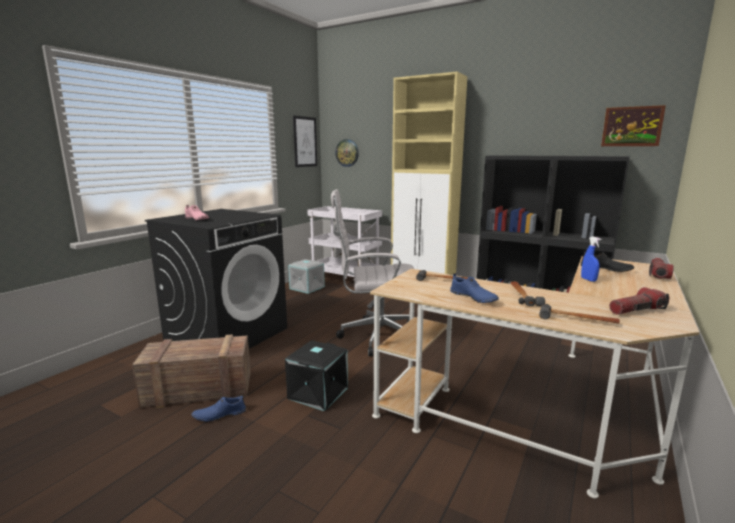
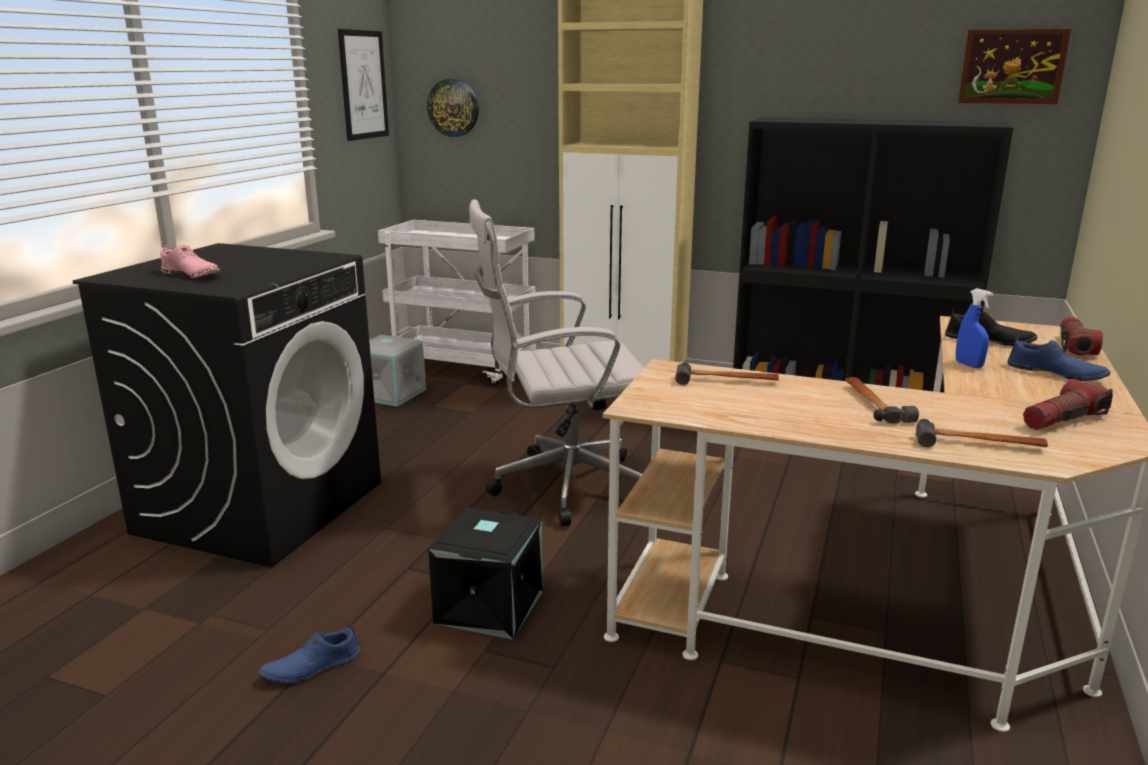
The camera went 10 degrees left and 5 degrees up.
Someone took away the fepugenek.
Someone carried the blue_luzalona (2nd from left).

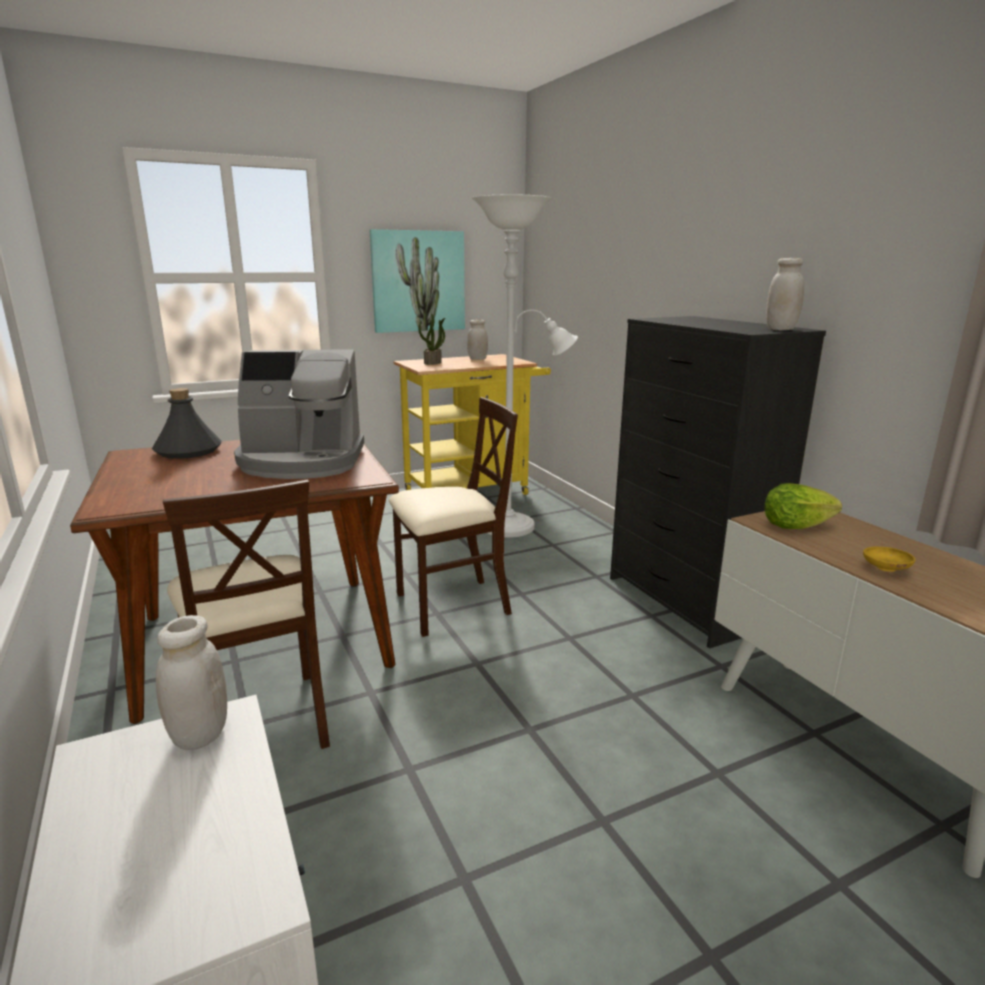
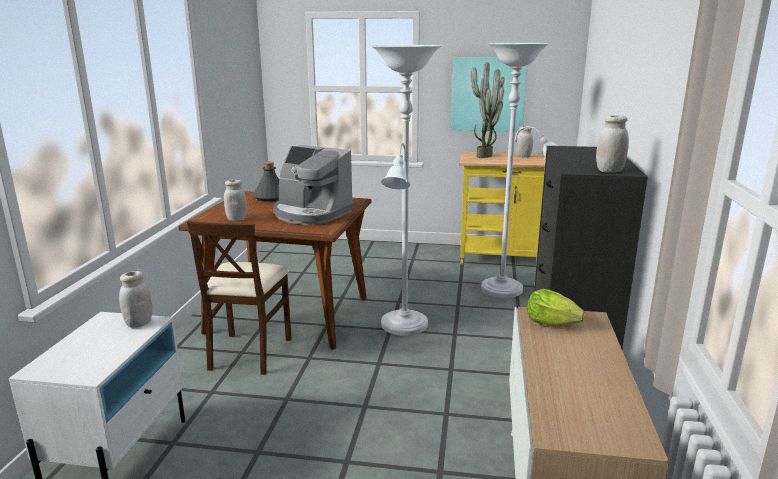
The camera went 35 degrees right and 0 degrees up.
Someone took away the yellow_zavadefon.
Someone put down the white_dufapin (2nd from left).
Someone swapped the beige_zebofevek (2nd from left) for the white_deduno (1st from left).

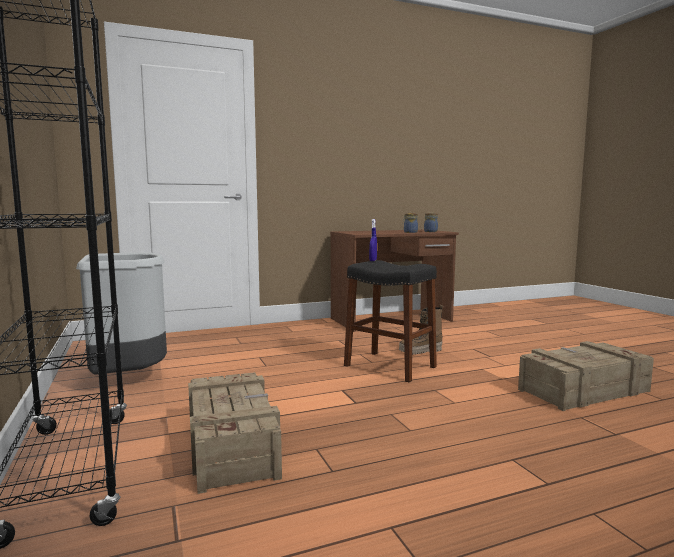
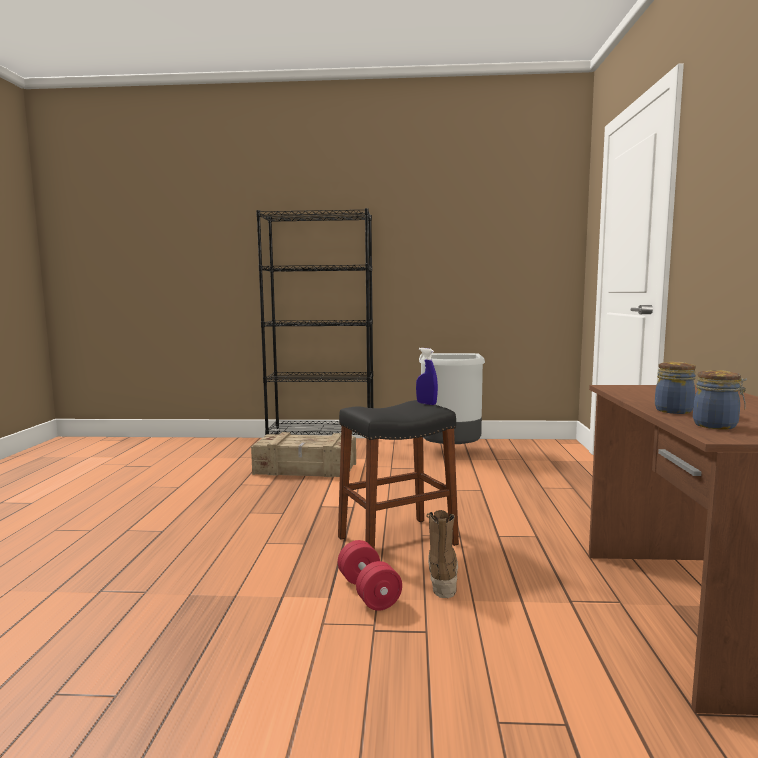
The camera went 115 degrees right and 0 degrees up.
Someone took away the fepugenek (2nd from left).
Someone put down the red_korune.

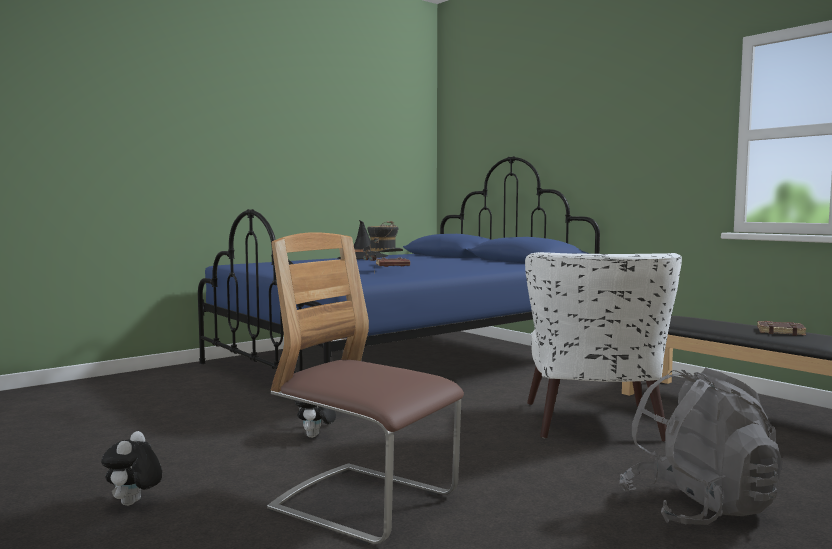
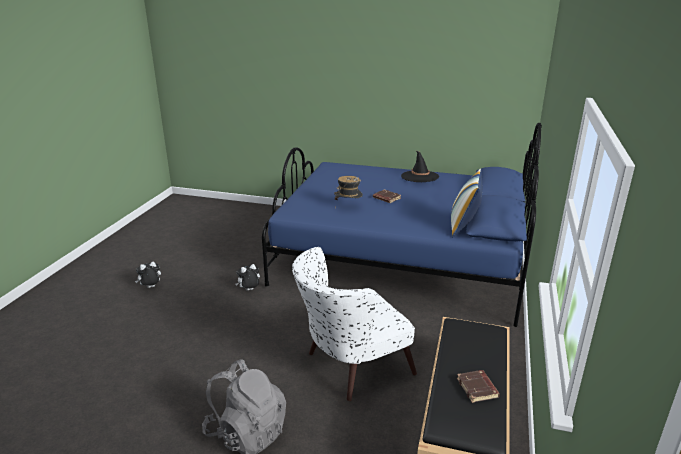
The camera went 55 degrees right and 20 degrees up.
Someone took away the zebofevek.
Someone put down the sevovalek.

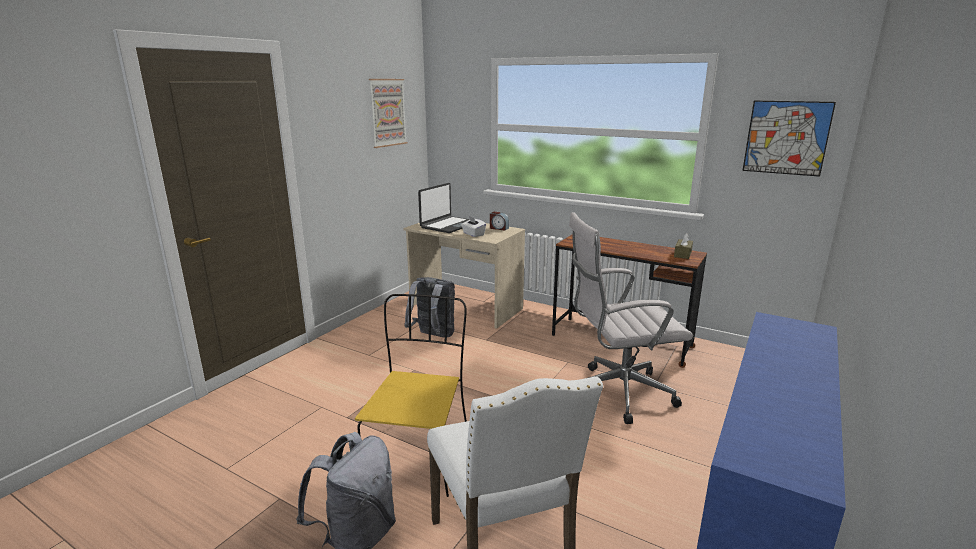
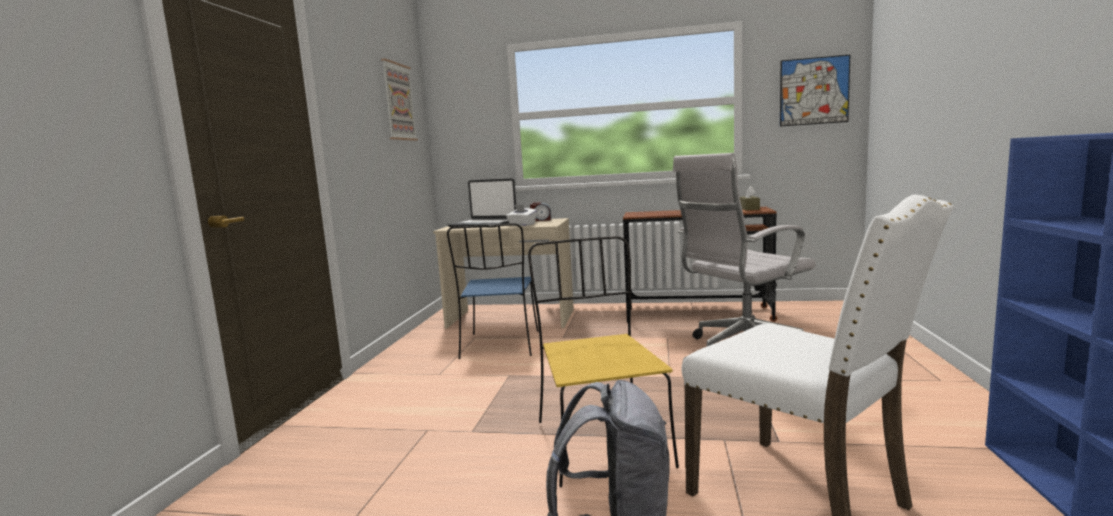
The camera went 20 degrees left and 10 degrees down.
Someone swapped the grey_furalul (2nd from left) for the blue_zebofevek.
Someone rotated the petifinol by 105 degrees clockwise.

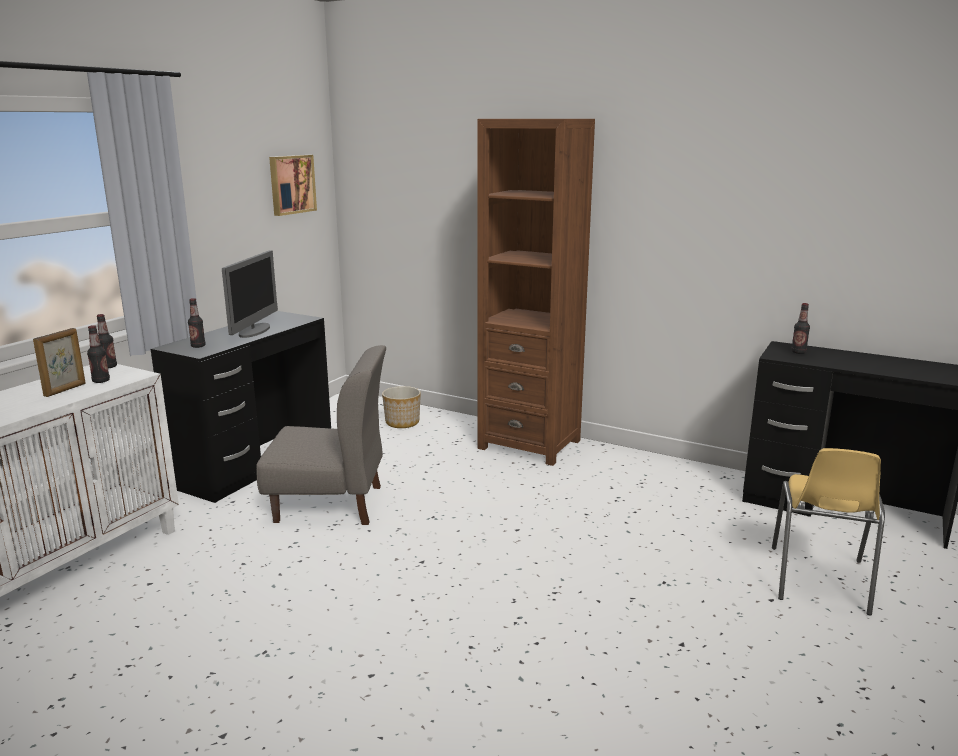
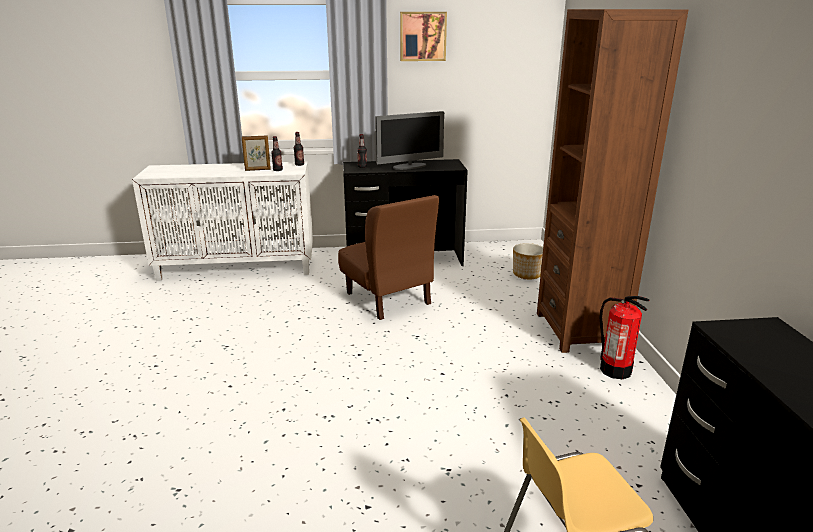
The camera went 55 degrees right and 5 degrees up.
Someone took away the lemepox (4th from left).
Someone put down the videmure.
Someone carried the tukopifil.
Someone repainted the grey_zebofevek, which became the brown_zebofevek.

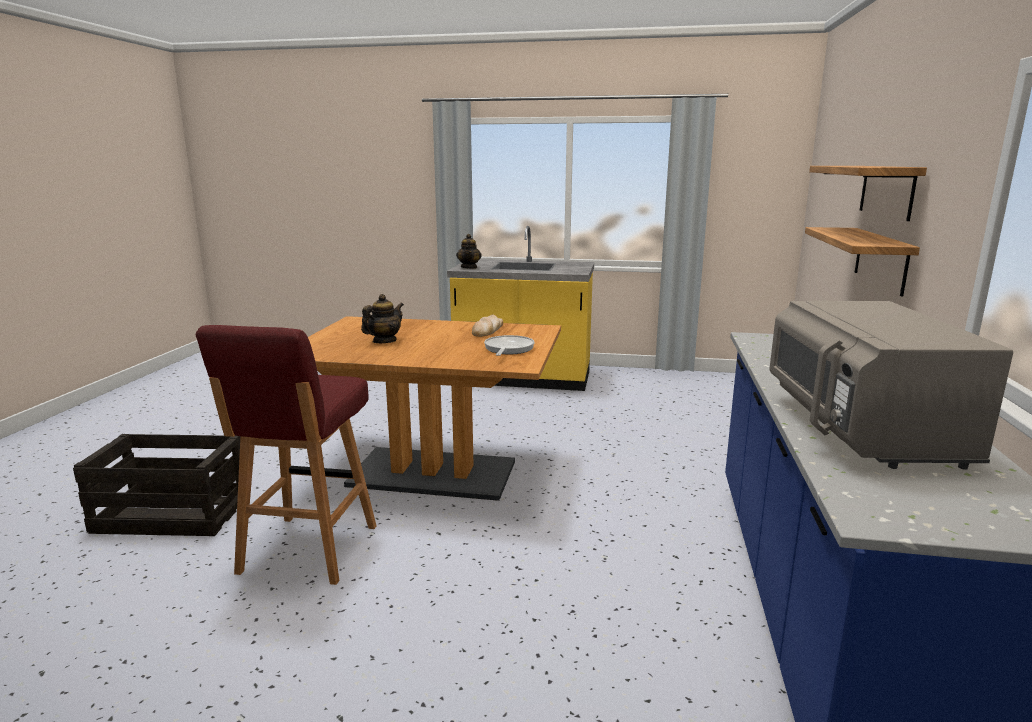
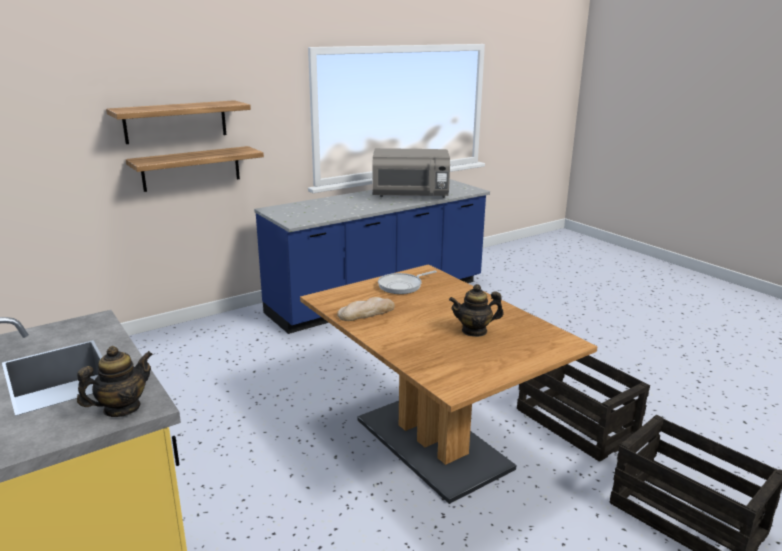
The camera went 135 degrees left and 5 degrees up.
Someone swapped the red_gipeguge for the fepugenek (1st from left).
Someone rotated the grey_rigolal by 45 degrees clockwise.

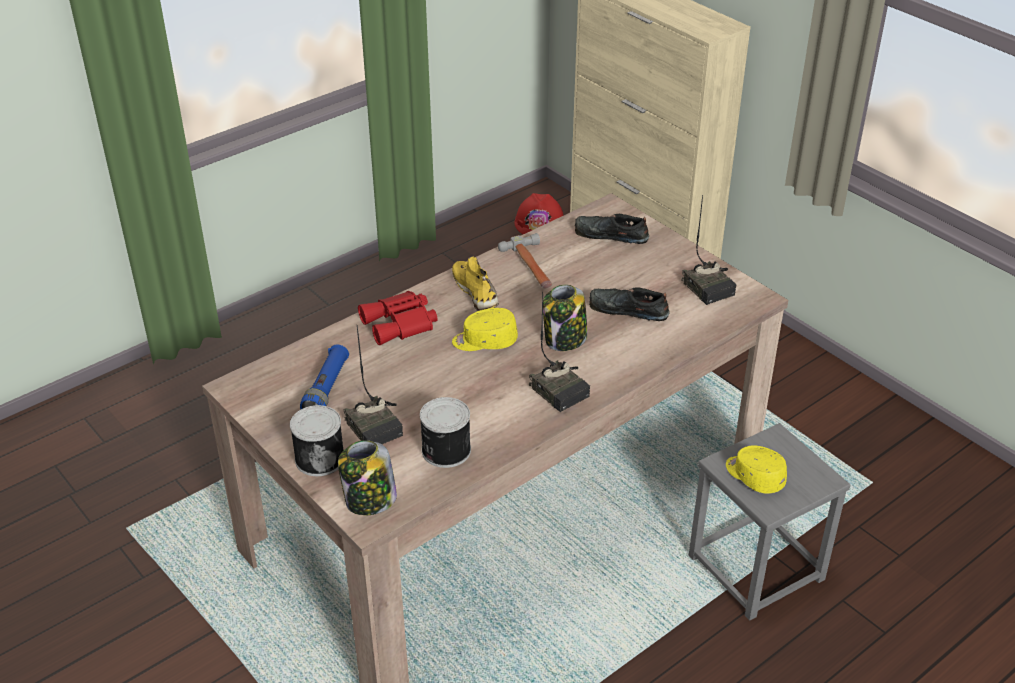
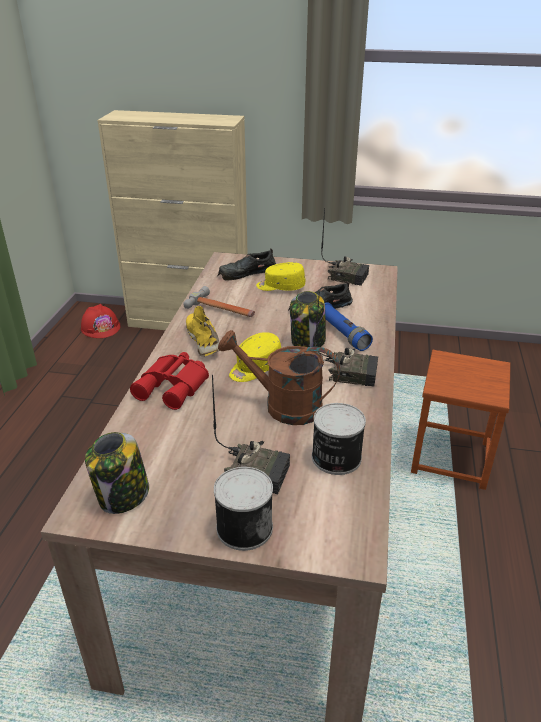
The camera went 40 degrees left and 5 degrees down.
Someone put down the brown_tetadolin.
Someone carried the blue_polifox.
Someone carried the dufapin (1st from left).
Someone carried the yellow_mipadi (2nd from left).
Someone repainted the grey_gipeguge, which became the brown_gipeguge.
Someone rotated the yellow_luzalona by 45 degrees clockwise.

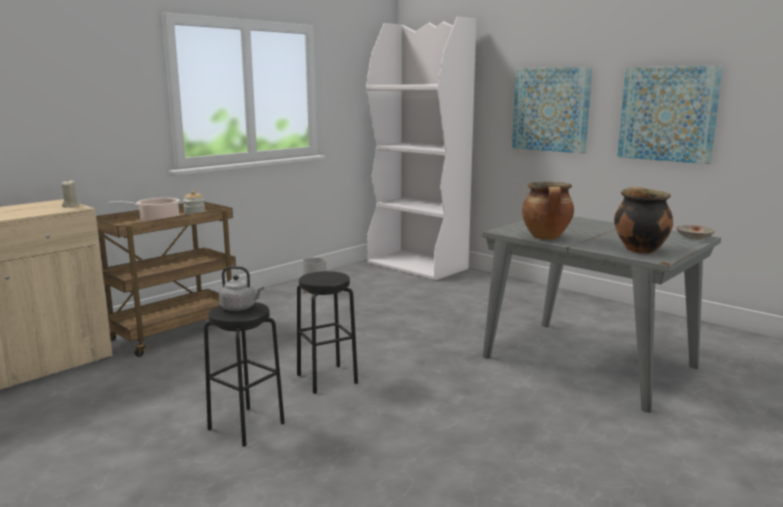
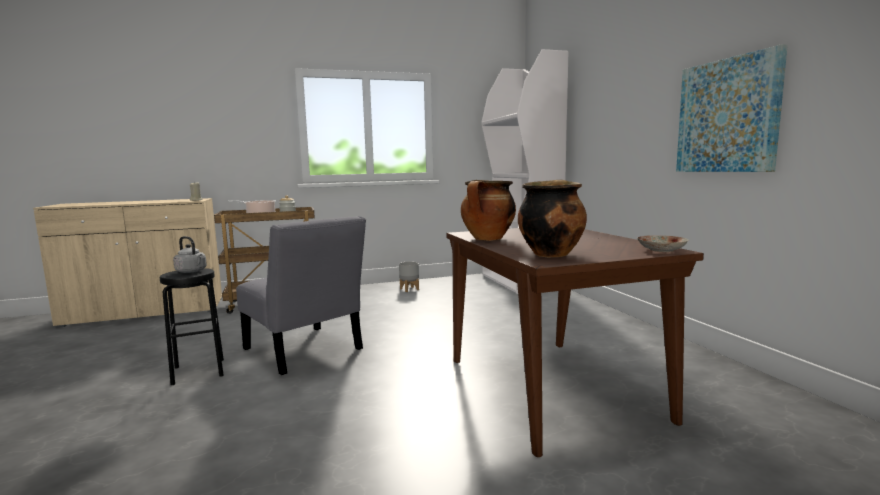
The camera went 30 degrees right and 5 degrees down.
Someone took away the tukopifil (1st from left).
Someone swapped the black_gipeguge (2nd from left) for the grey_zebofevek.
Someone repainted the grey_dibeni, which became the brown_dibeni.

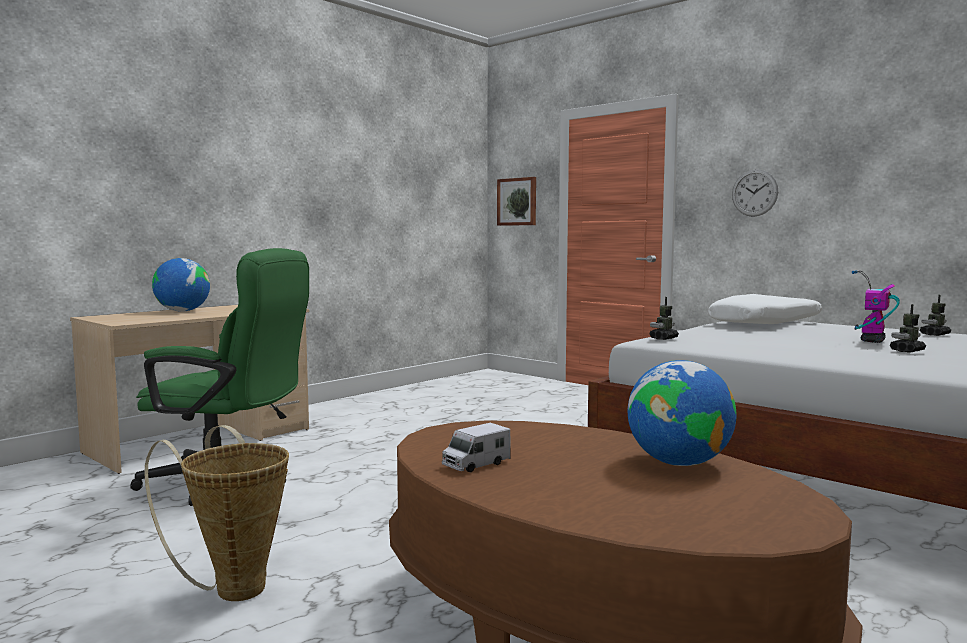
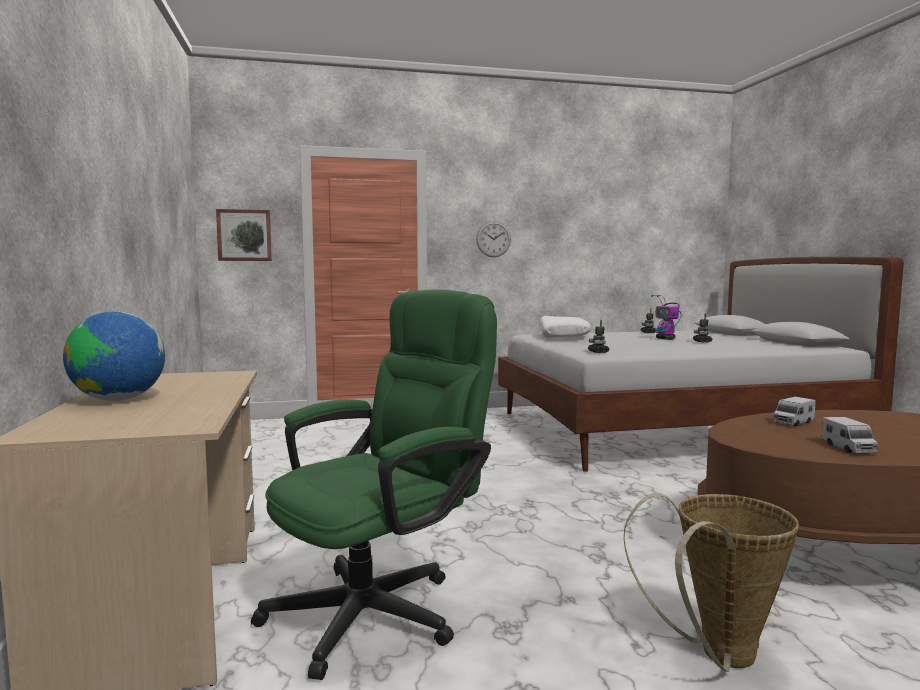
The camera went 55 degrees left and 0 degrees up.
Someone took away the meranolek (2nd from left).
Someone put down the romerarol (1st from left).

